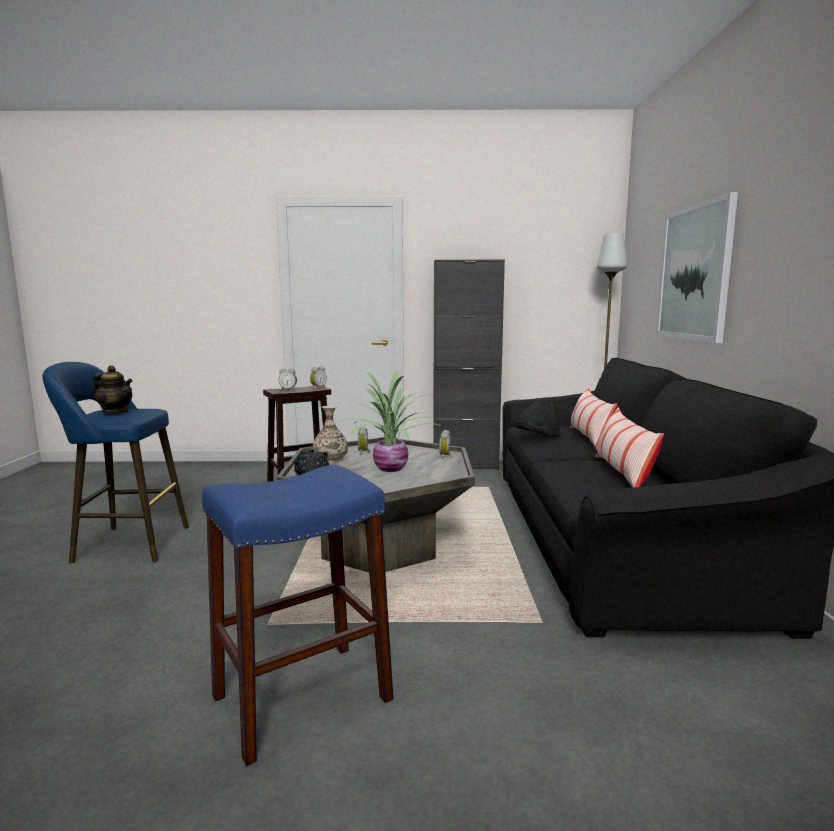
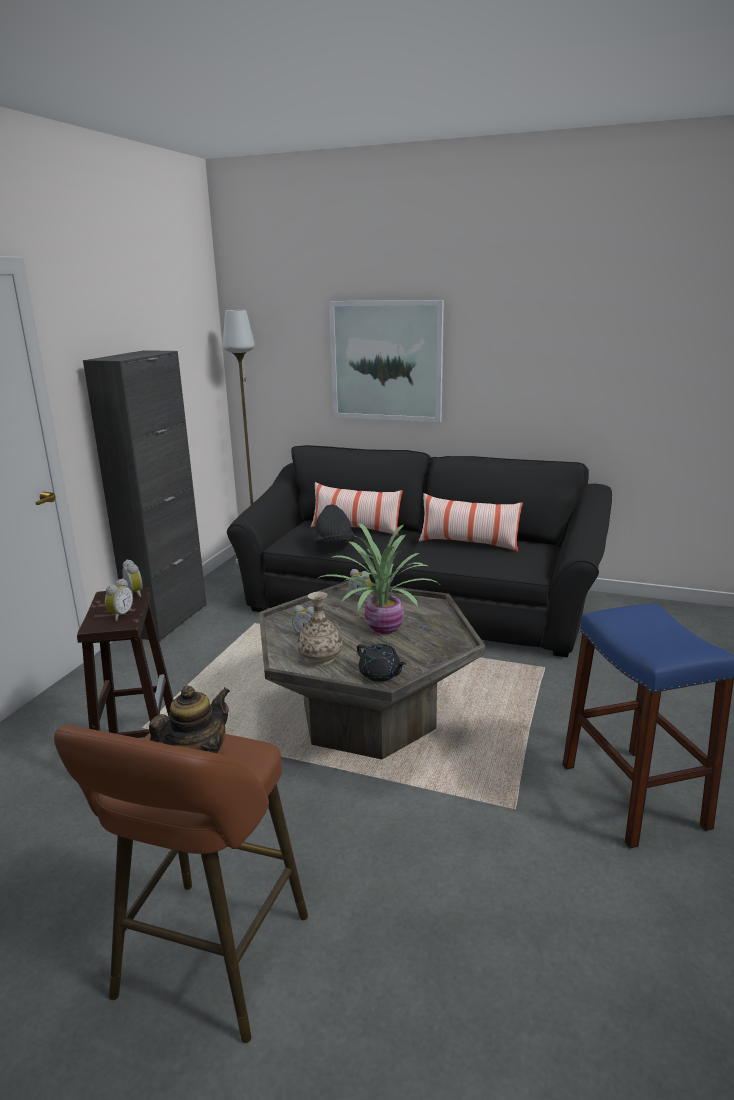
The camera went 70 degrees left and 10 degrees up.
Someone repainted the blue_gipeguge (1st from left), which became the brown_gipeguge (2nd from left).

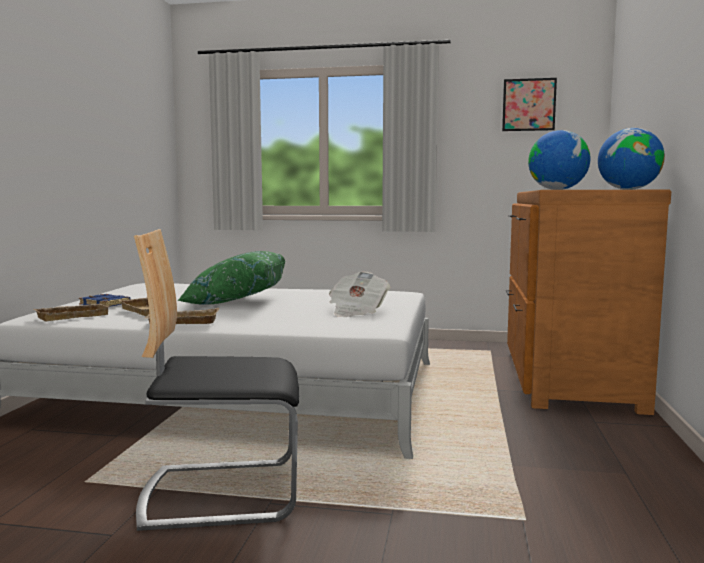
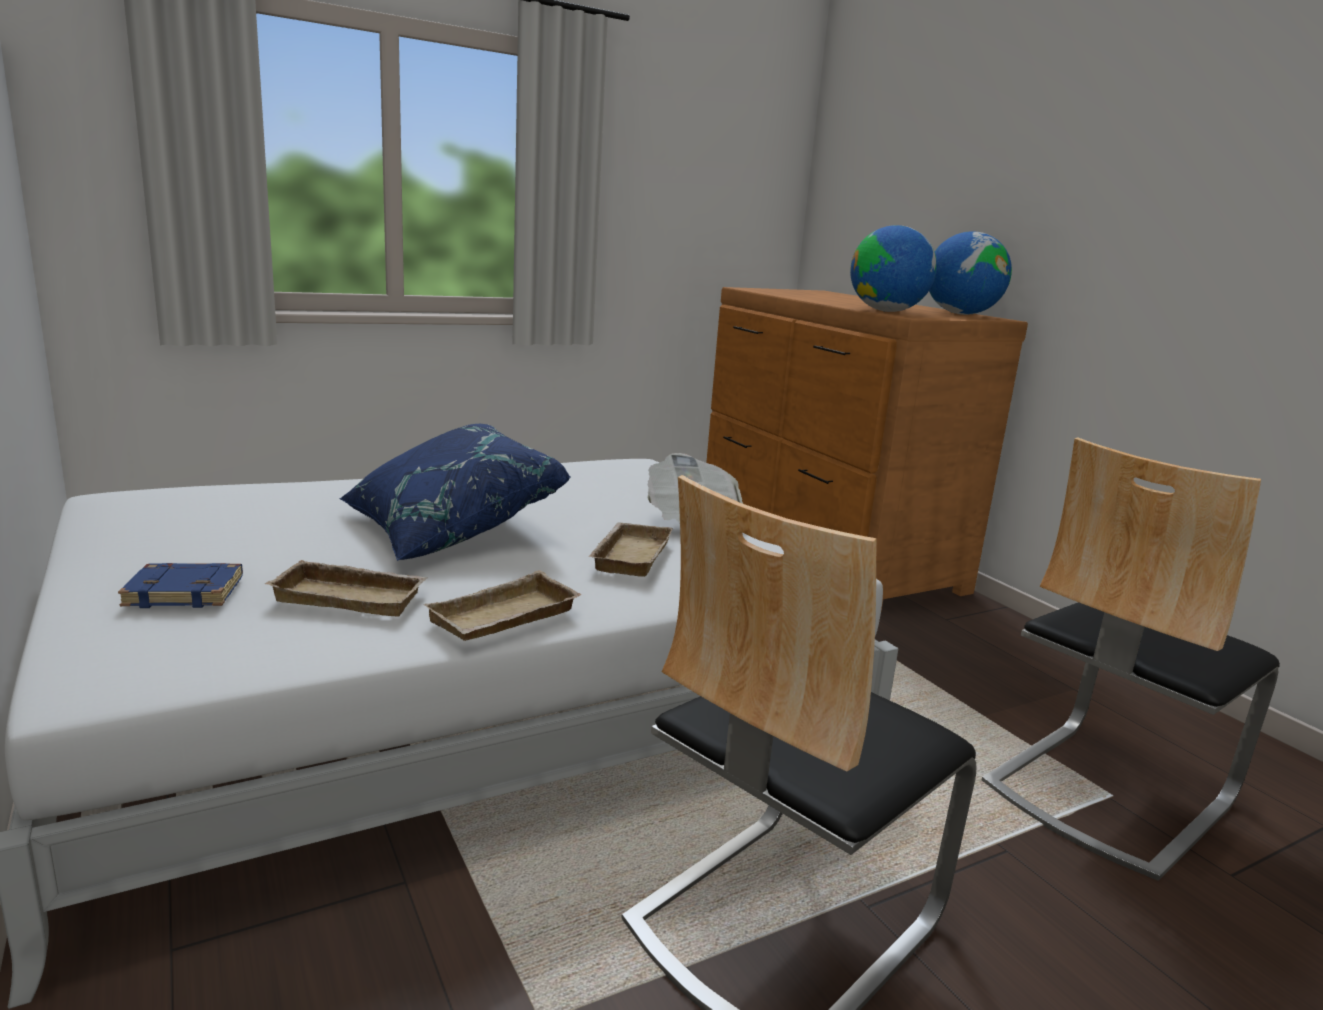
The camera went 40 degrees left and 10 degrees up.
Someone took away the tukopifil.
Someone put down the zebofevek (2nd from left).
Someone carried the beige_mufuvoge (1st from left in the first image).
Someone repainted the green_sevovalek, which became the blue_sevovalek.

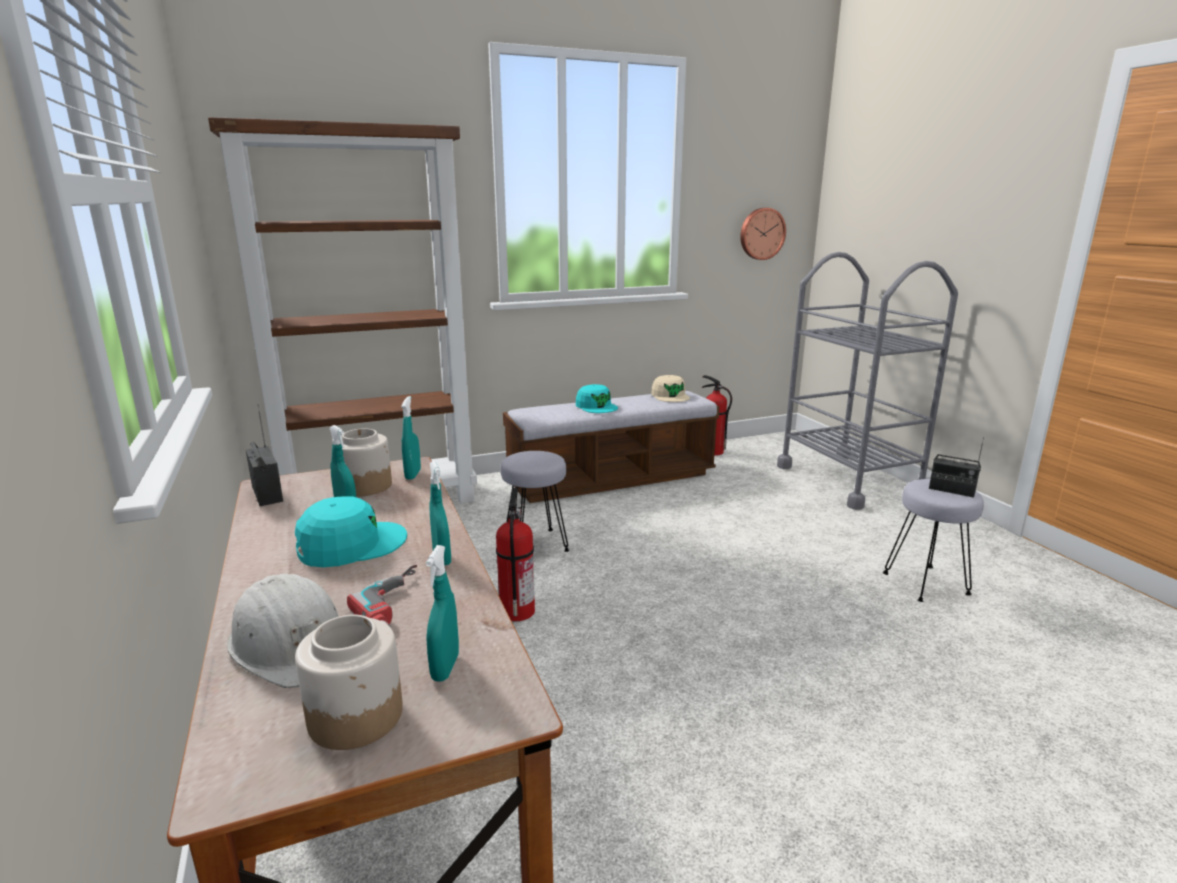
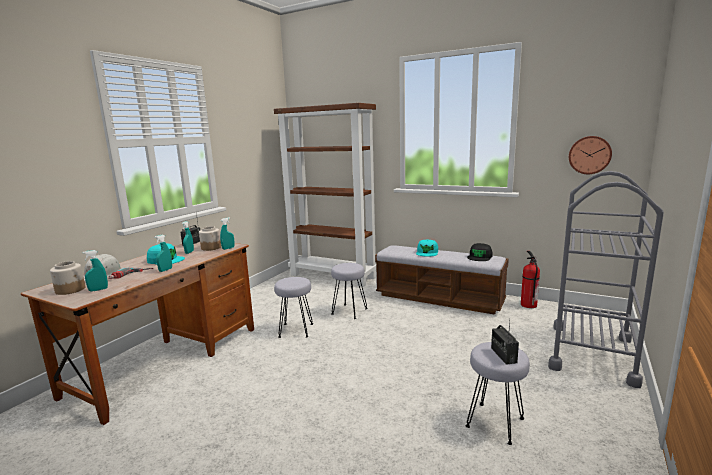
The camera went 50 degrees right and 5 degrees down.
Someone swapped the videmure (1st from left) for the grey_gipeguge (1st from left).
Someone repainted the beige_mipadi, which became the black_mipadi.

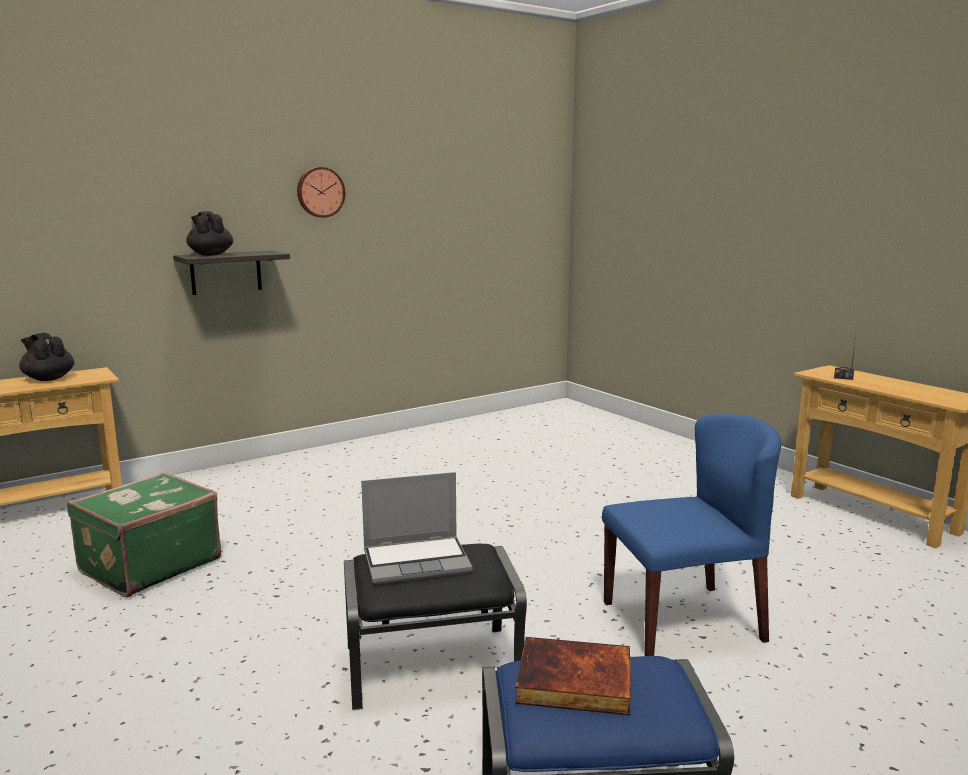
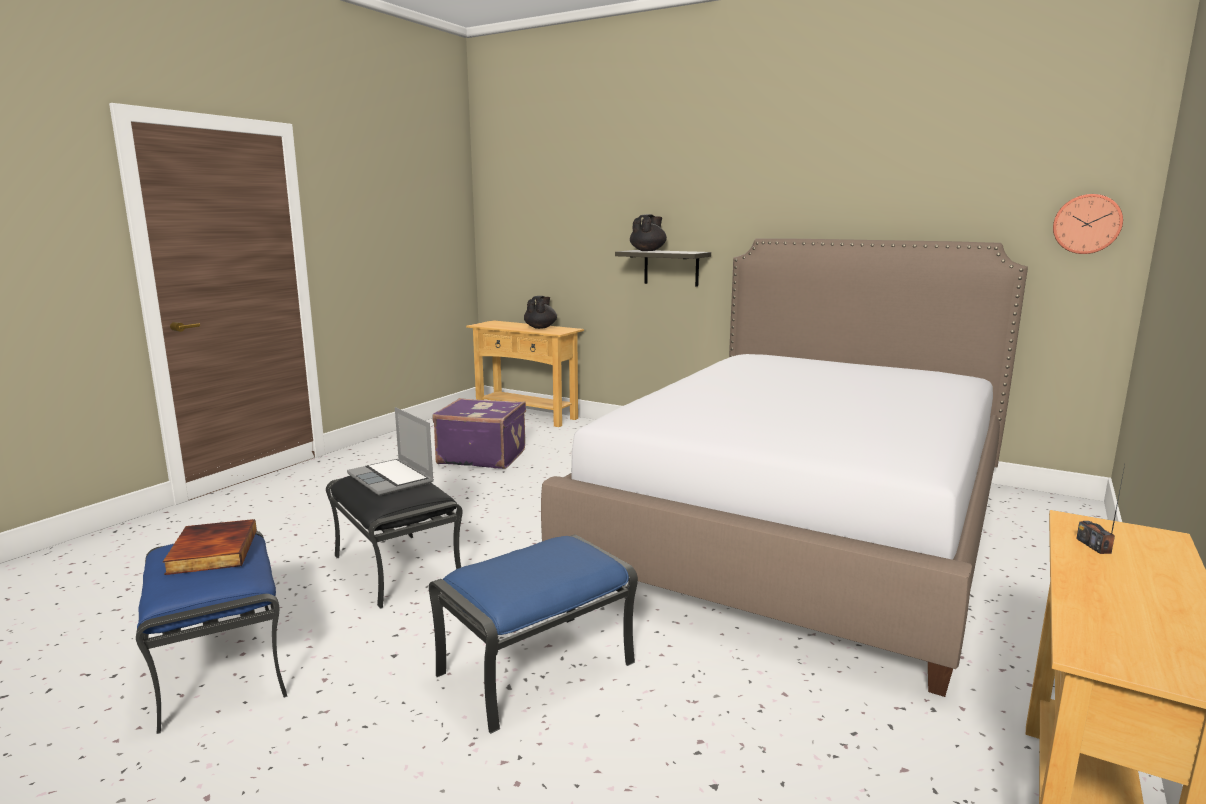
The camera went 65 degrees right and 0 degrees up.
Someone put down the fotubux.
Someone carried the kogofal.
Someone swapped the blue_zebofevek for the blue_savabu (2nd from left).
Someone repainted the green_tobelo, which became the purple_tobelo.

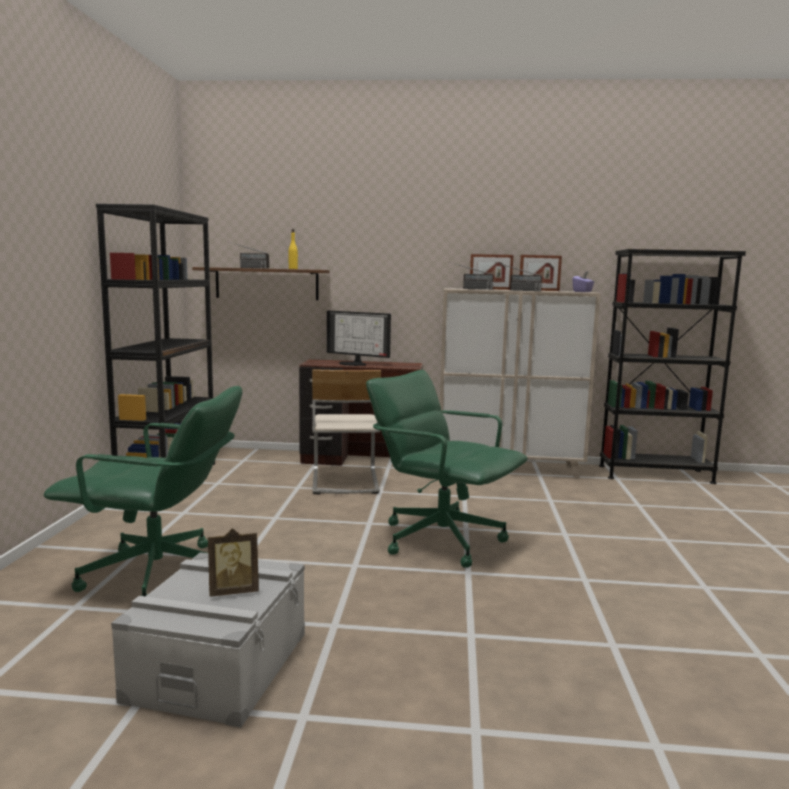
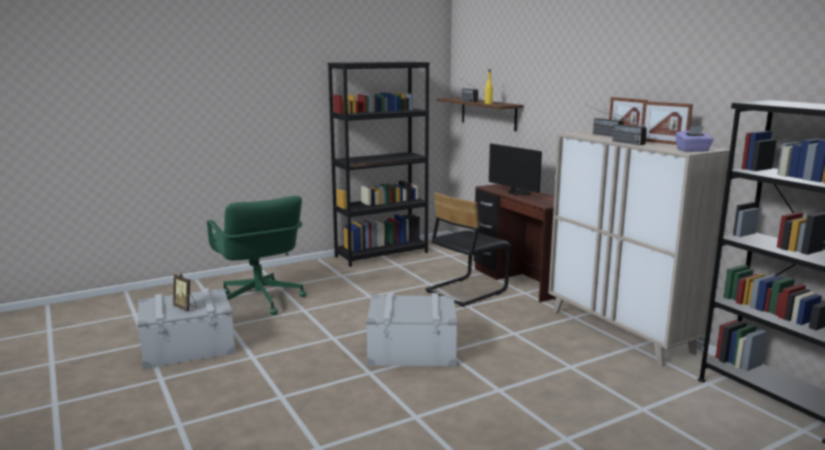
The camera went 55 degrees right and 5 degrees up.
Someone swapped the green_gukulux (2nd from left) for the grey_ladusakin (2nd from left).
Someone repainted the beige_zebofevek, which became the black_zebofevek.
Someone rotated the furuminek by 150 degrees clockwise.

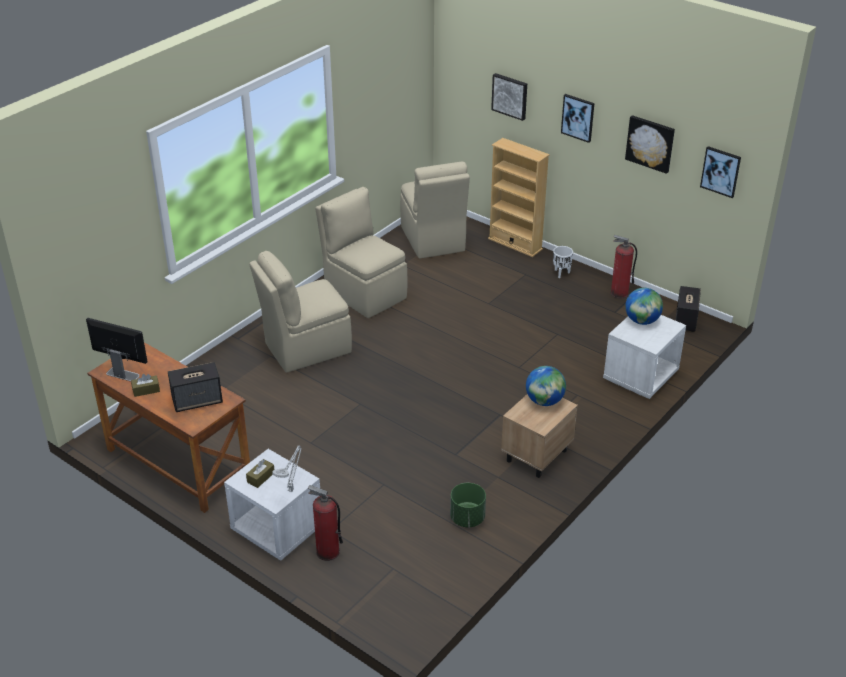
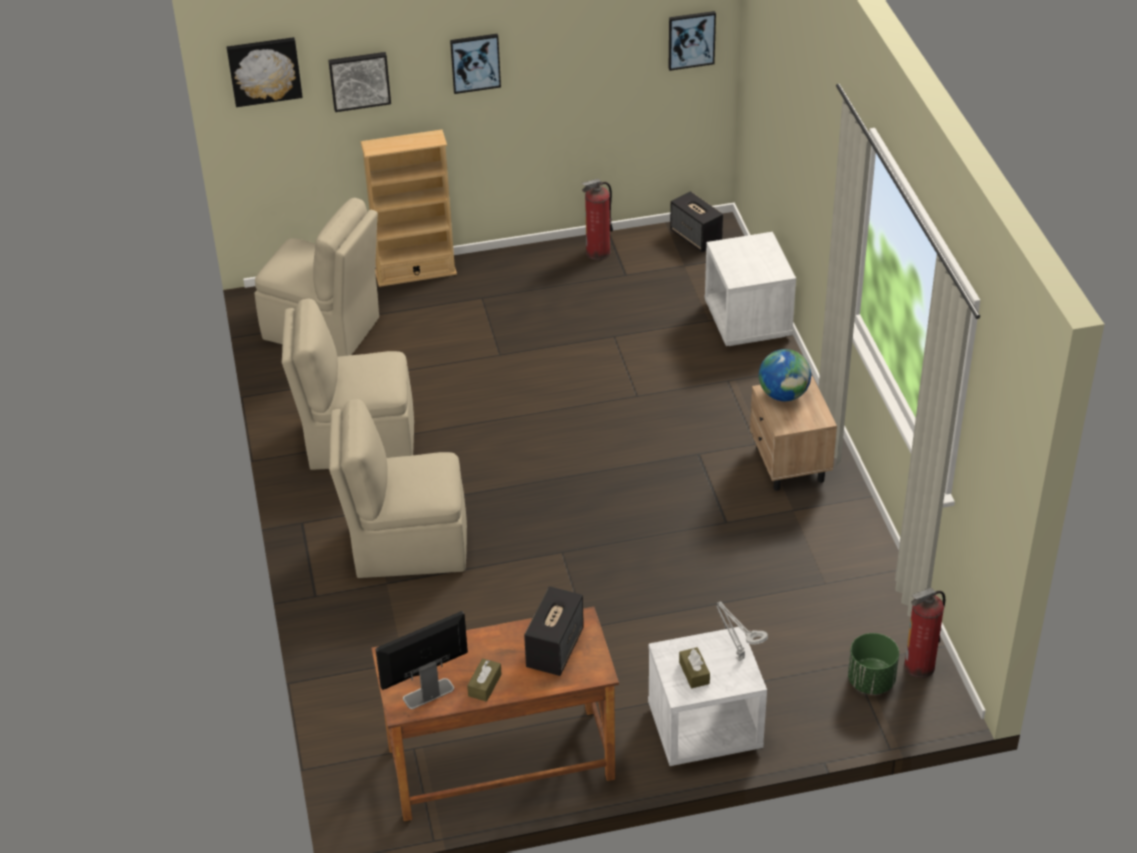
The camera went 50 degrees left and 5 degrees up.
Someone took away the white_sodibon.
Someone took away the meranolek (2nd from left).
Someone carried the videmure (1st from left in the first image).
Someone carried the green_sodibon.
Someone carried the tukopifil (3rd from left in the first image).
Someone rotated the beige_zebofevek (1st from left in the first image) by 75 degrees clockwise.

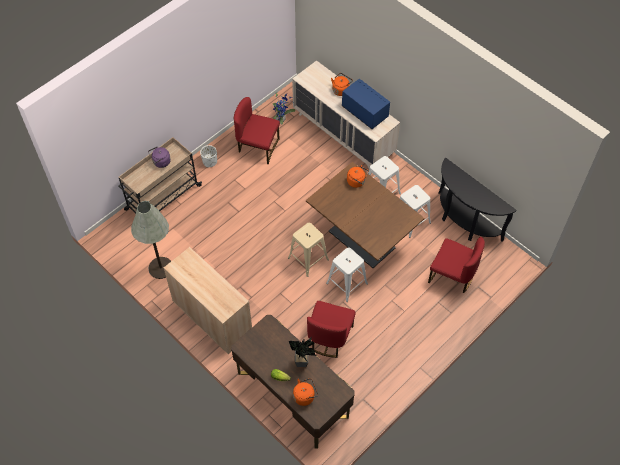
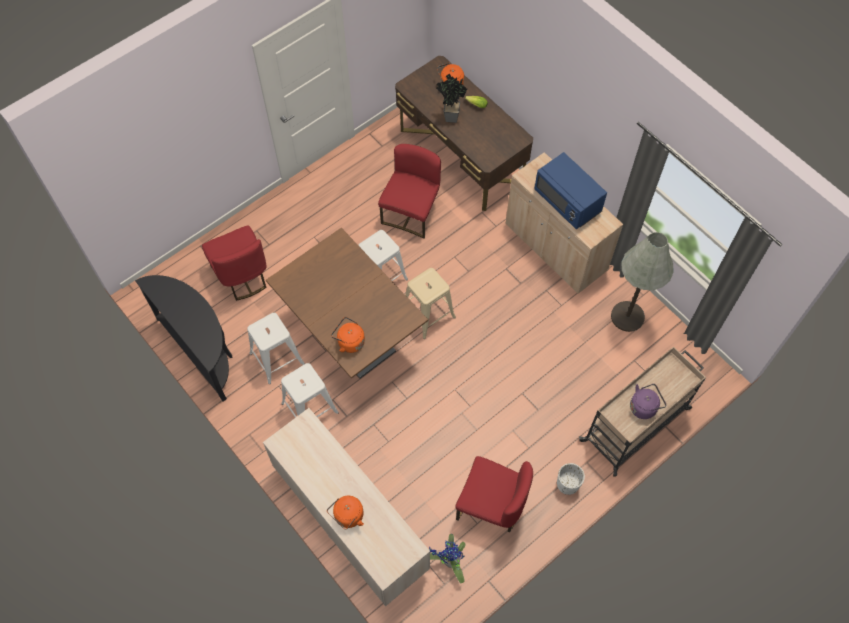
The camera went 175 degrees left and 5 degrees up.
Someone carried the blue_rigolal.
Someone rotated the red_zebofevek (3rd from left in the first image) by 150 degrees counterclockwise.

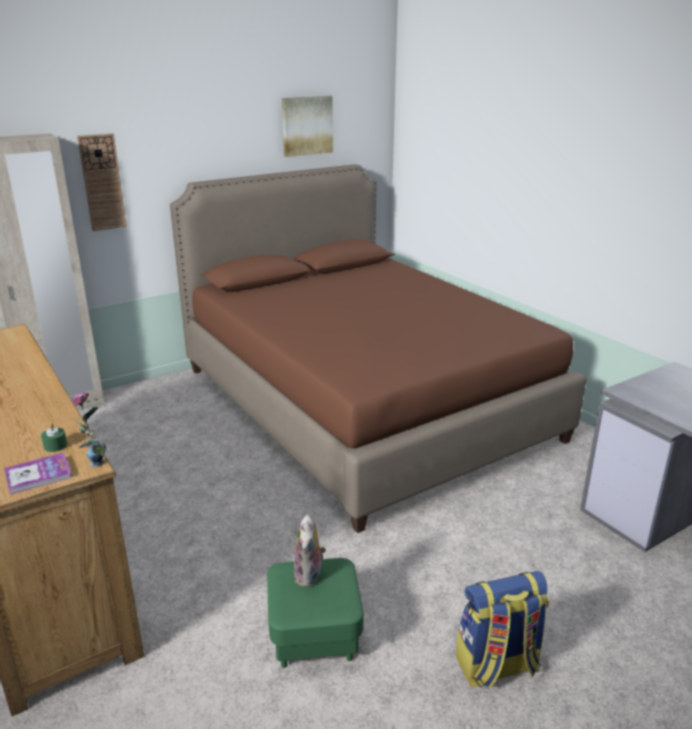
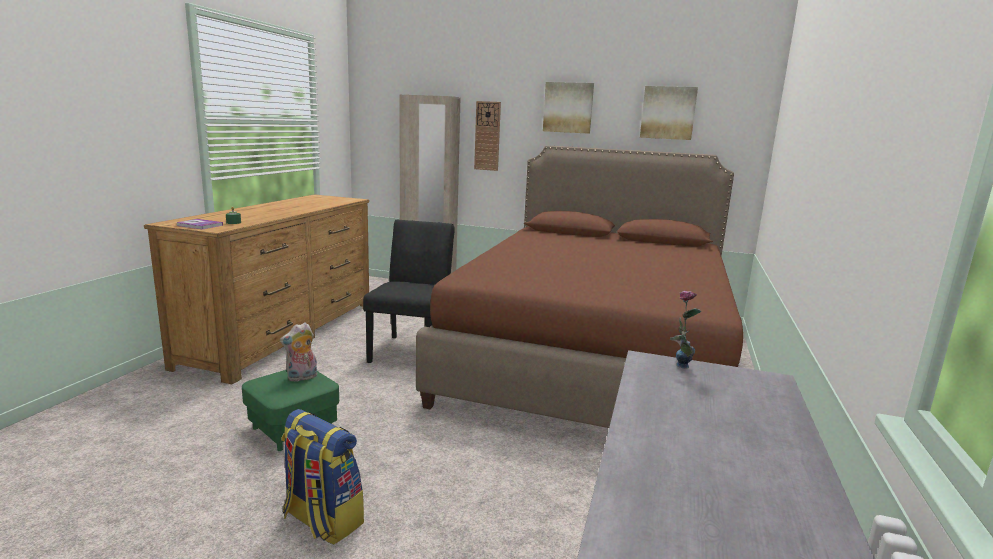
The camera went 50 degrees right and 10 degrees down.
Someone put down the black_zebofevek.
Someone put up the tukopifil (1st from left).
Someone carried the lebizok.

